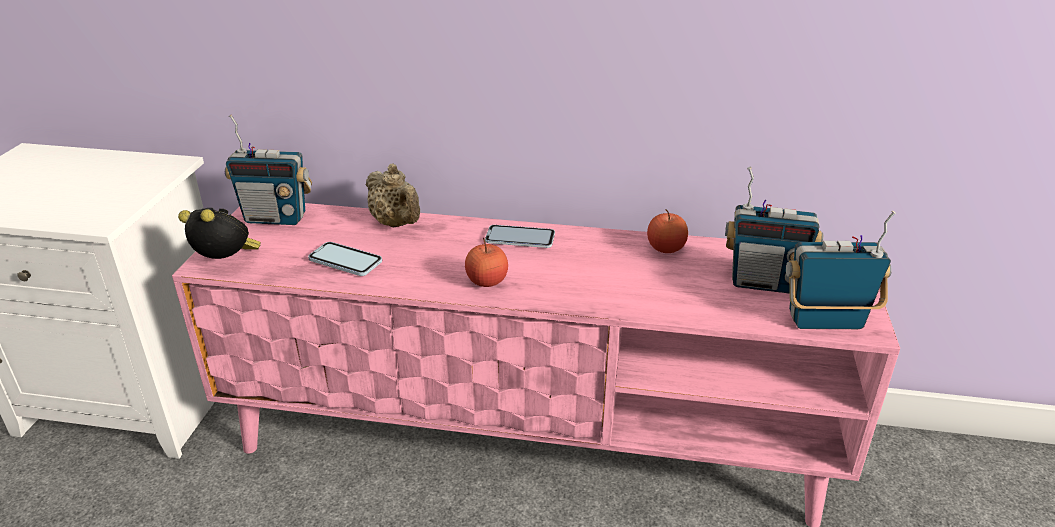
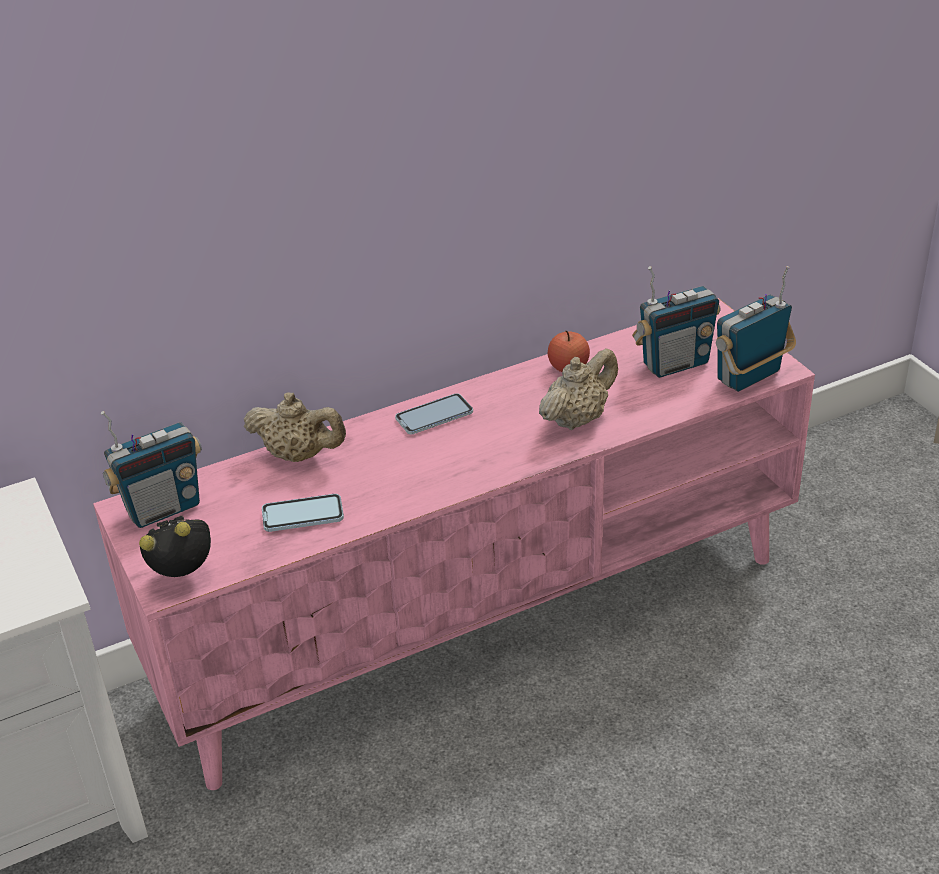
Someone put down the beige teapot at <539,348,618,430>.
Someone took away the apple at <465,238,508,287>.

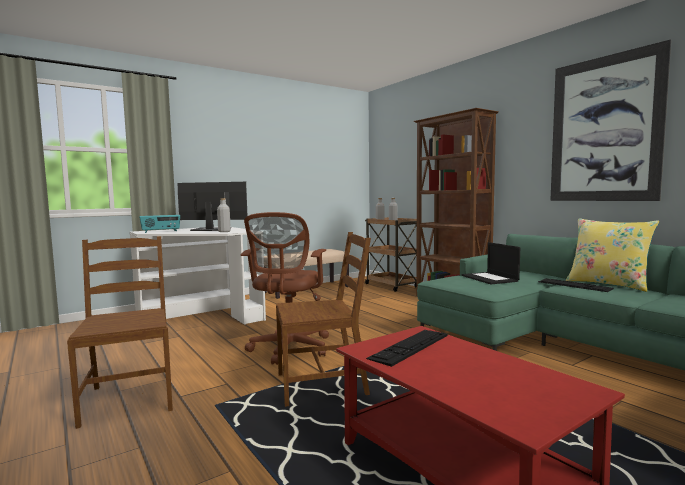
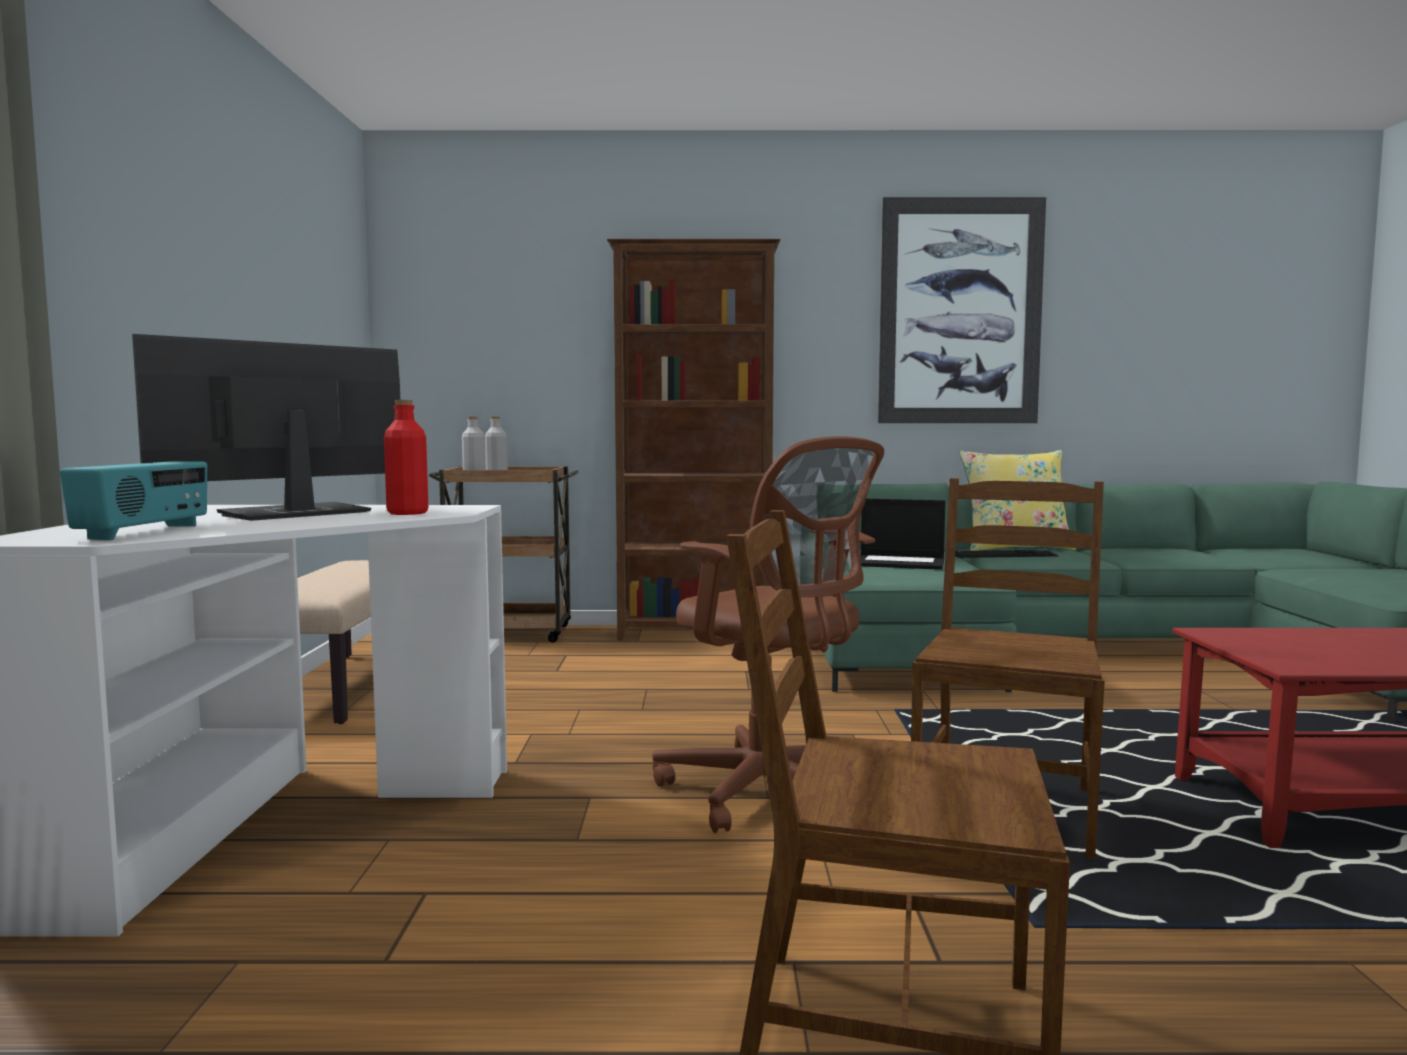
Someone repainted the grey bottle at <217,198,231,232>, which became the red bottle at <384,400,428,515>.
Someone took away the keyboard at <366,330,448,367>.

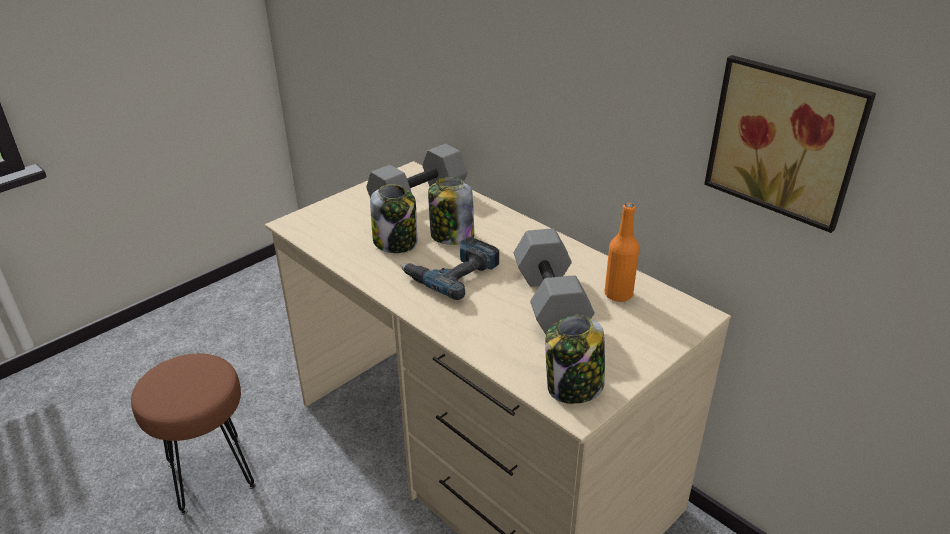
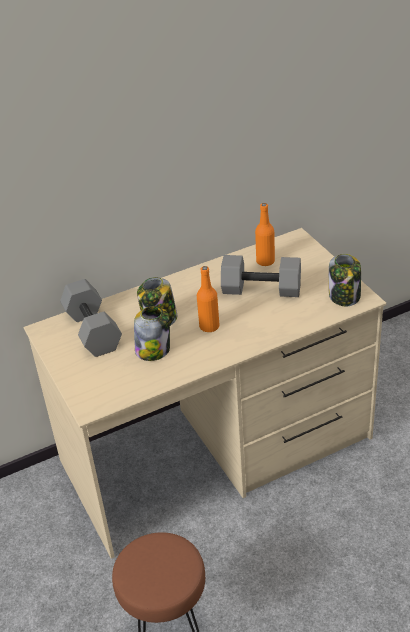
Someone swapped the power drill at <401,237,499,300> for the orange bottle at <197,266,219,332>.
Someone took away the picture at <704,55,876,233>.

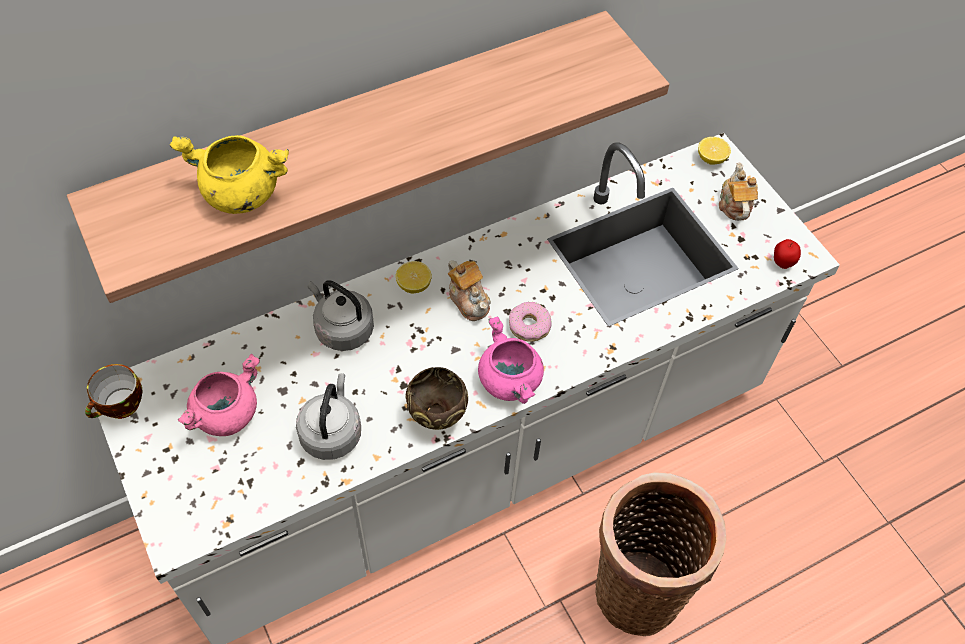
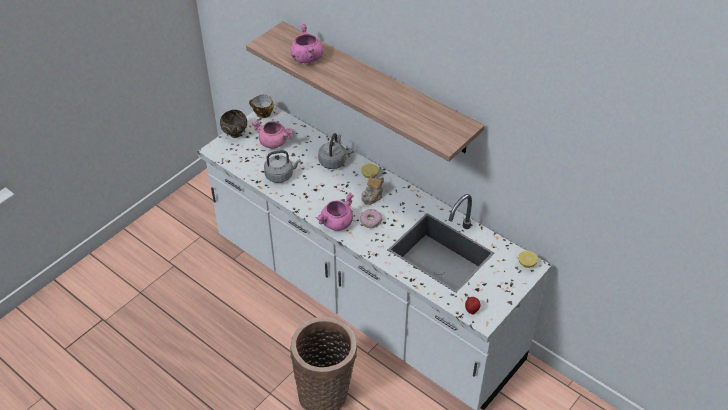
Someone carried the brown bowl from <405,367,468,430> to <220,110,247,138>.
Someone repainted the yellow cooking pot at <170,135,289,214>, which became the pink cooking pot at <290,24,323,63>.
Someone took away the teapot at <719,162,758,221>.

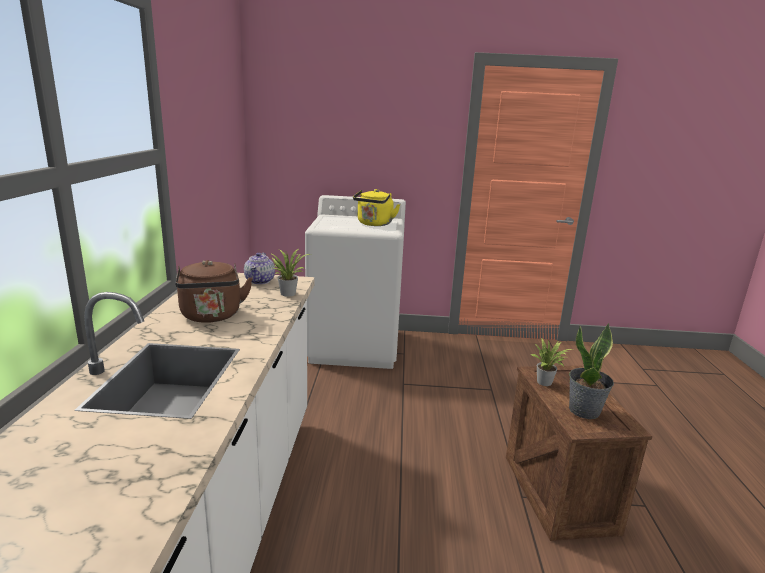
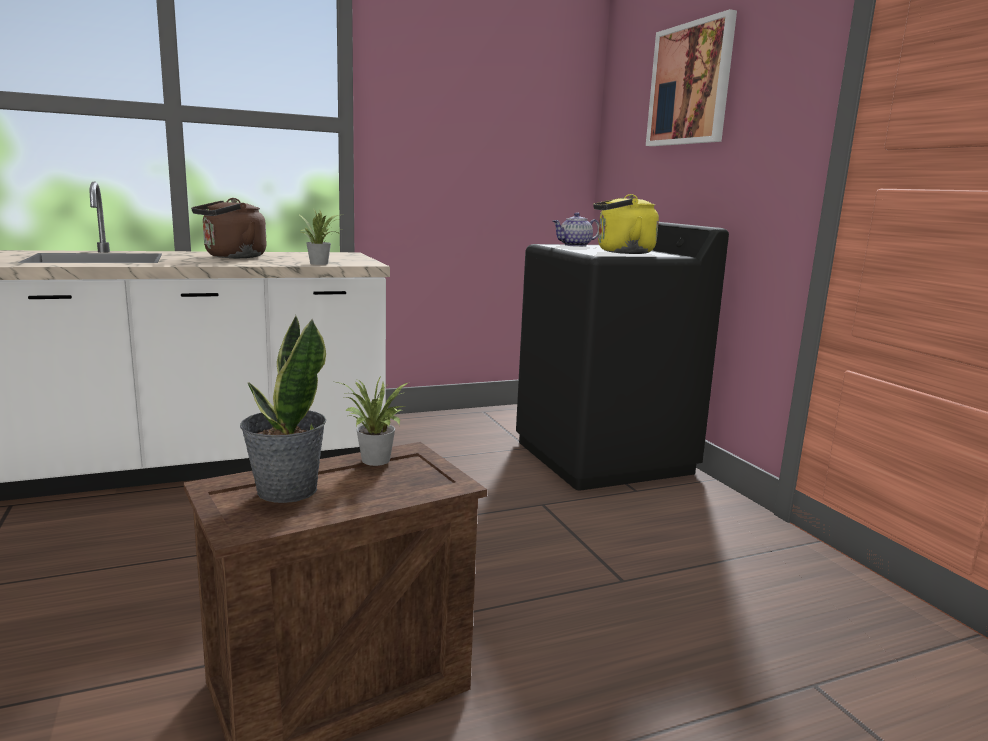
Someone repainted the white washing machine at <305,195,406,369>, which became the black washing machine at <516,222,729,490>.
Someone carried the teapot from <244,252,275,284> to <553,213,599,247>.
Someone put up the picture at <646,9,737,146>.

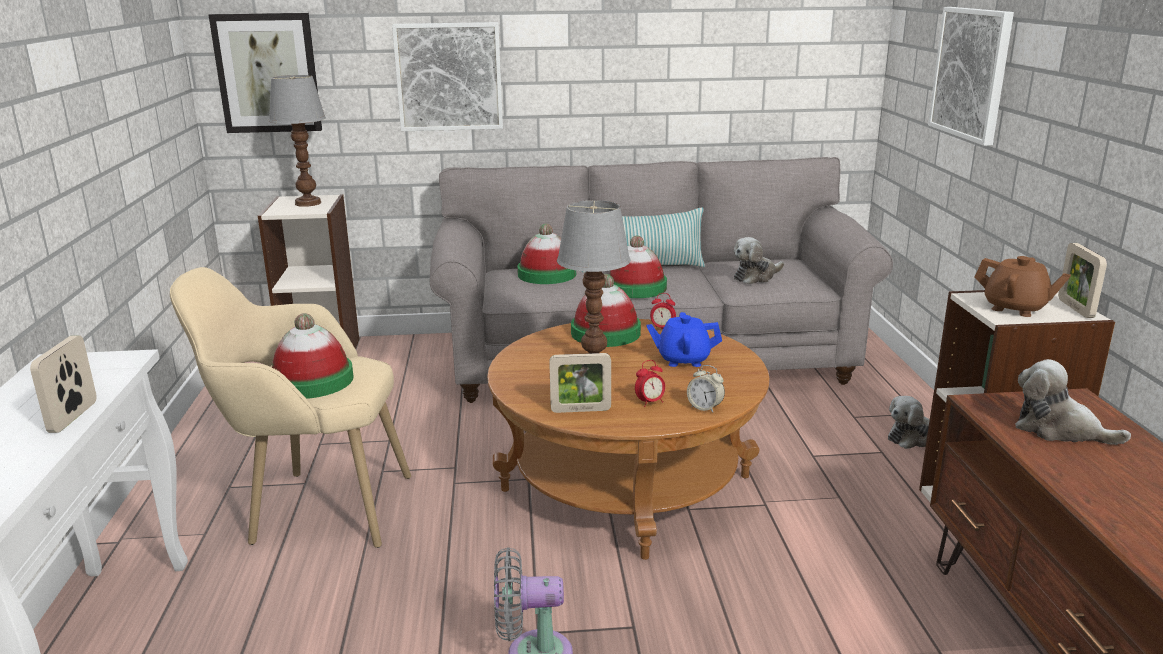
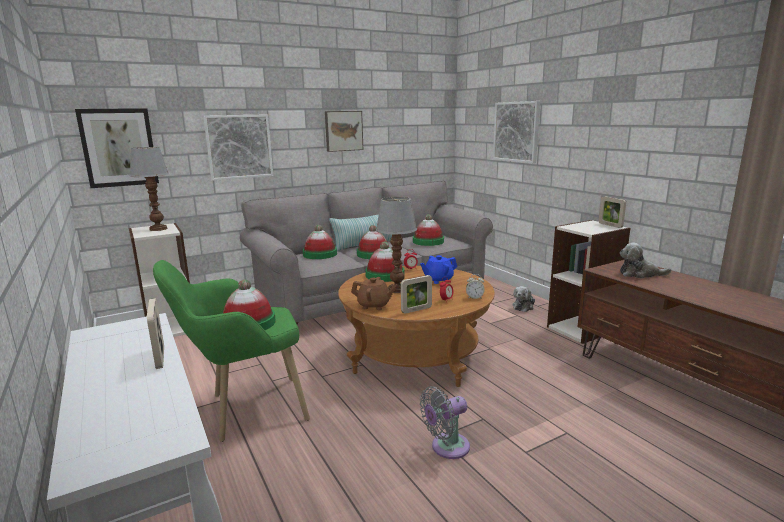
Someone repainted the beige armchair at <170,267,411,548>, which became the green armchair at <153,260,310,442>.
Someone put up the picture at <325,111,363,152>.
Someone carried the brown teapot from <975,256,1071,317> to <351,277,397,310>.
Someone swapped the plush toy at <734,237,784,284> for the hat at <413,214,444,246>.

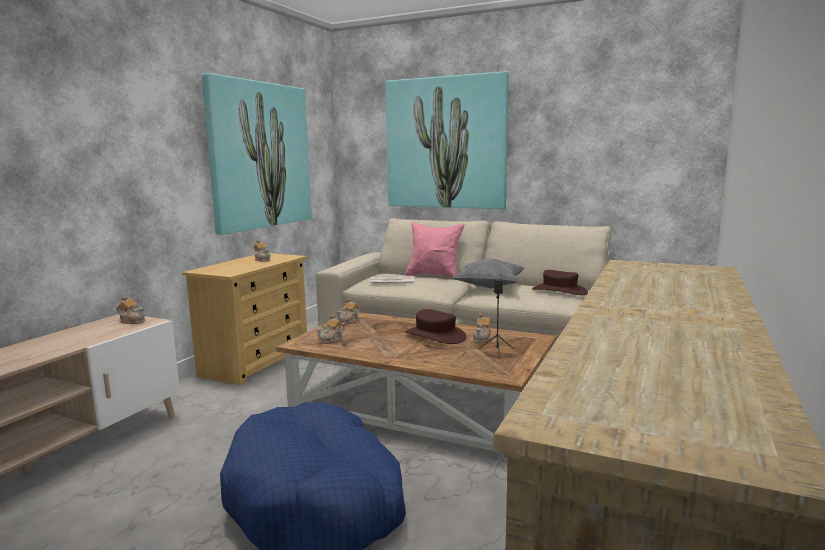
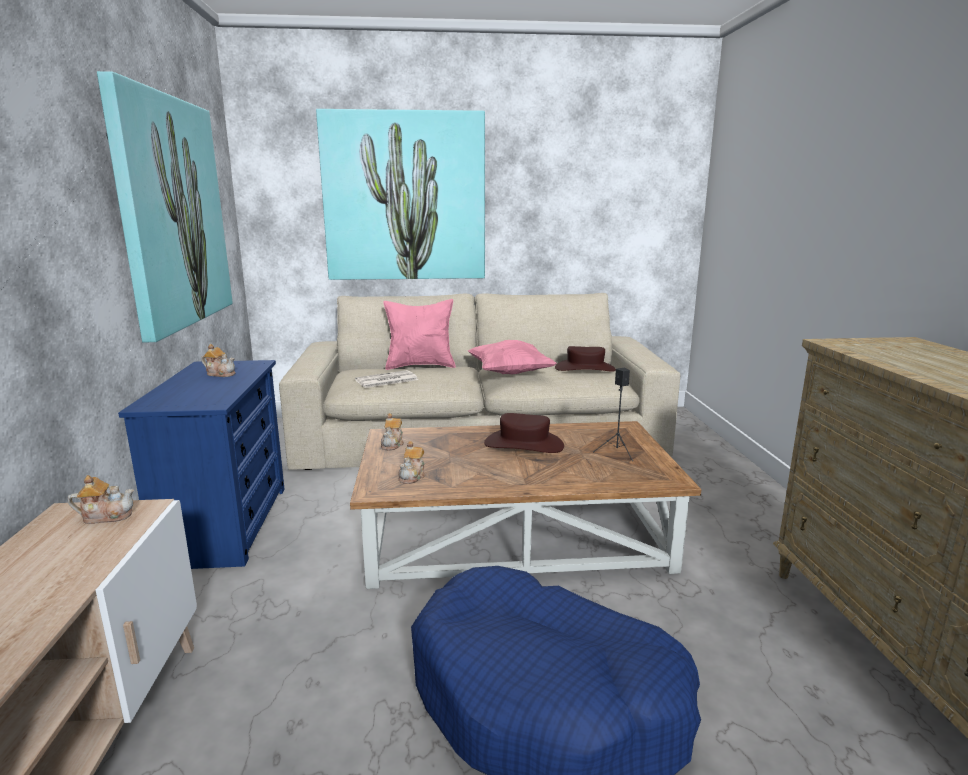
Someone repainted the beige dresser at <182,253,307,385>, which became the blue dresser at <118,360,284,569>.
Someone repainted the grey pillow at <453,259,524,288>, which became the pink pillow at <468,340,557,374>.
Someone took away the teapot at <473,313,492,343>.

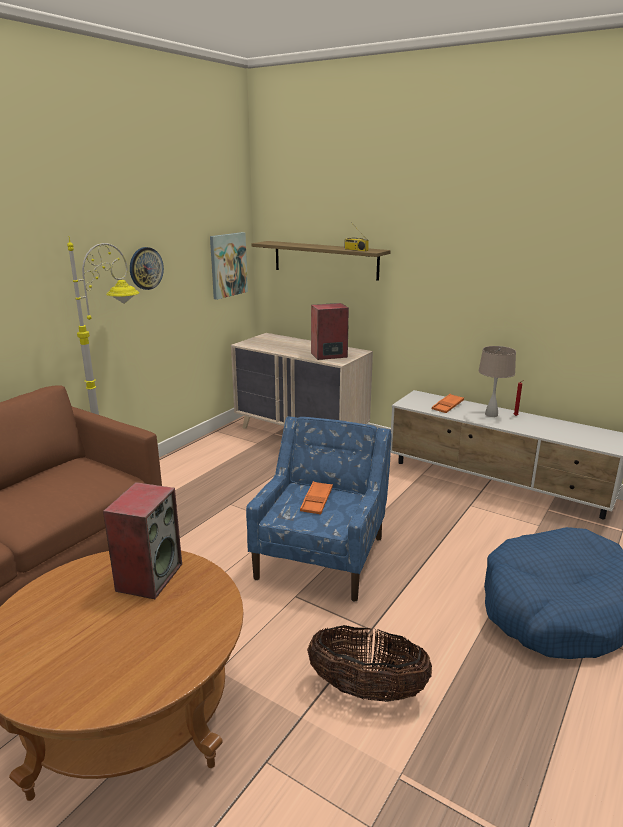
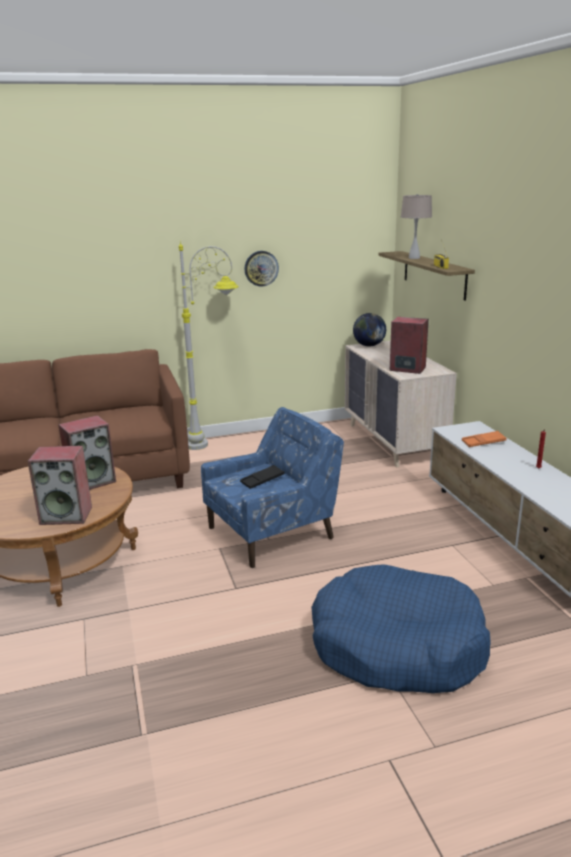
Someone put down the speaker at <28,446,92,525>.
Someone repainted the orange tray at <300,481,333,515>, which became the black tray at <240,465,284,489>.
Someone put down the globe at <353,313,386,346>.
Someone carried the beige table lamp from <478,346,516,417> to <401,194,432,259>.
Someone took away the picture at <210,232,248,300>.
Someone took away the basket at <307,625,432,702>.

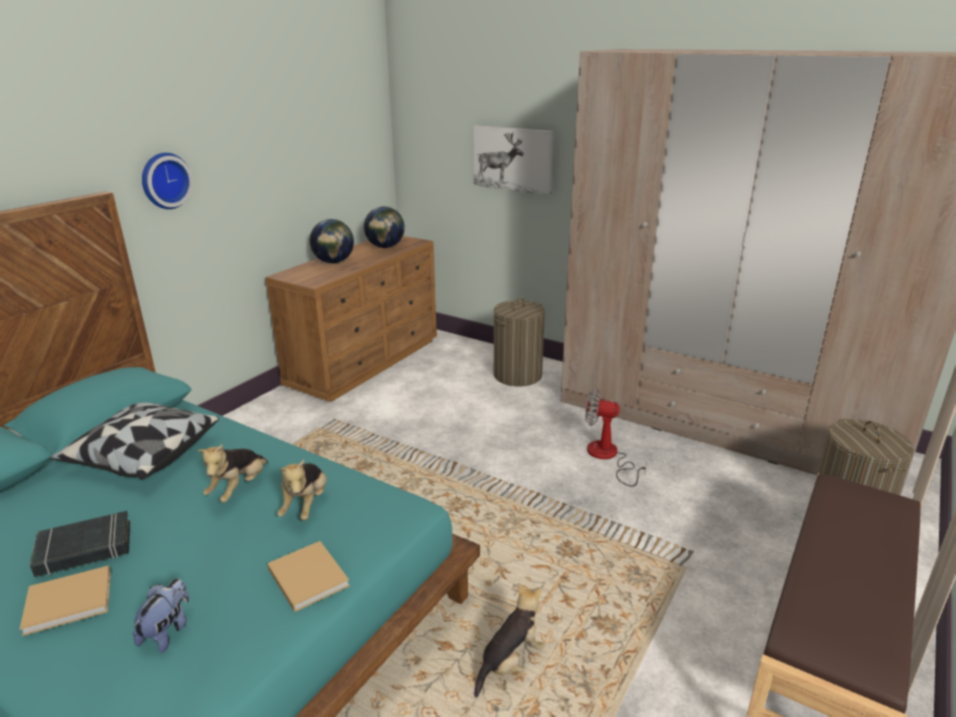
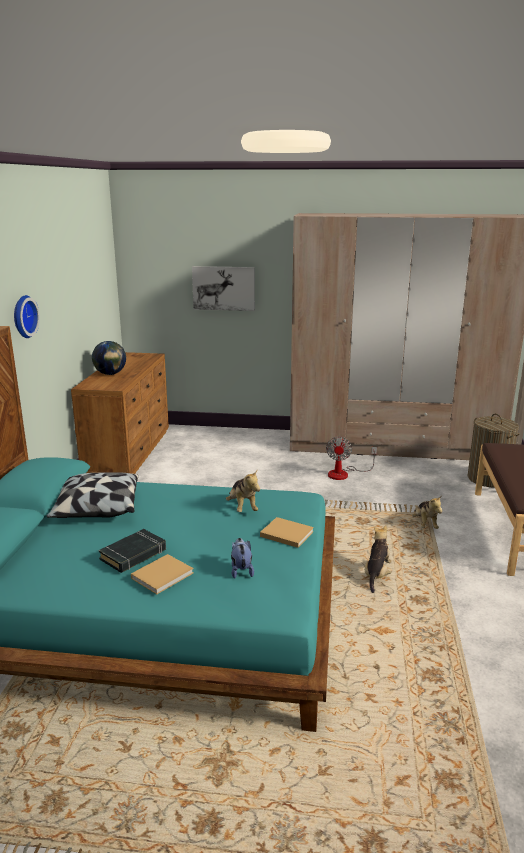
Someone rotated the fan at <585,388,647,487> by 75 degrees counterclockwise.
Someone carried the plush toy from <197,444,268,503> to <412,495,442,529>.
Someone took away the globe at <364,206,405,248>.
Someone took away the laundry basket at <494,298,545,387>.

